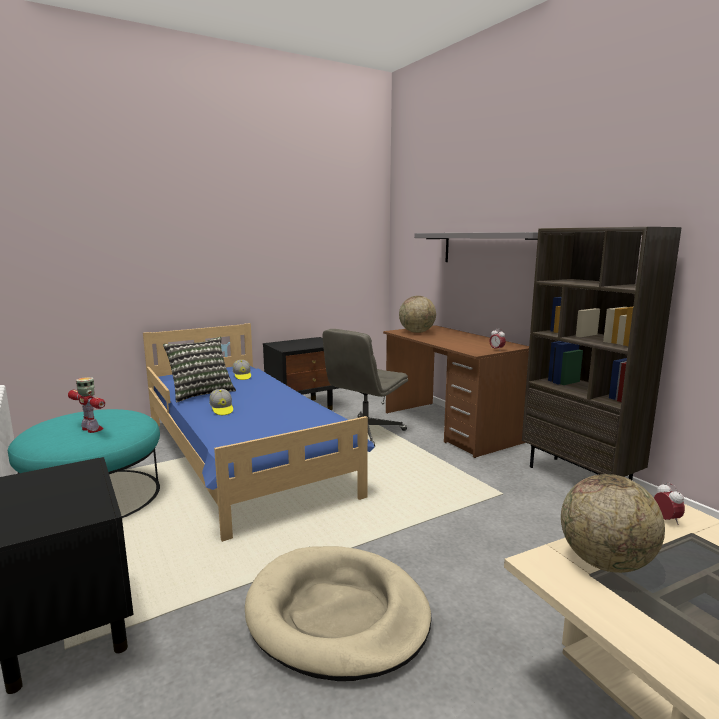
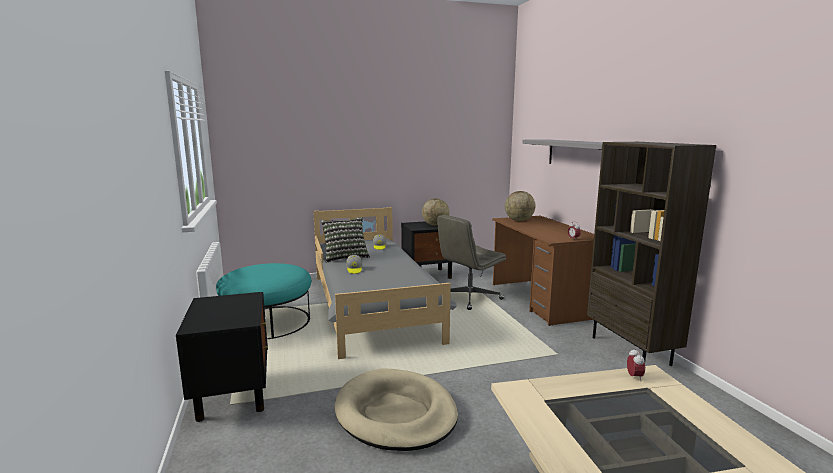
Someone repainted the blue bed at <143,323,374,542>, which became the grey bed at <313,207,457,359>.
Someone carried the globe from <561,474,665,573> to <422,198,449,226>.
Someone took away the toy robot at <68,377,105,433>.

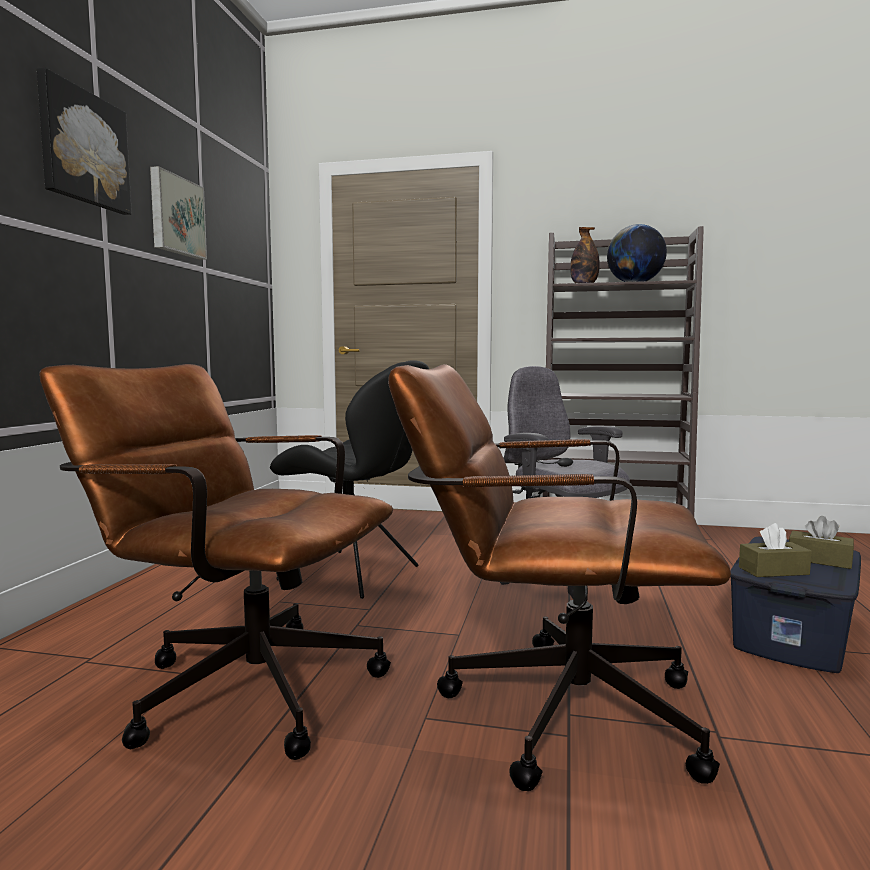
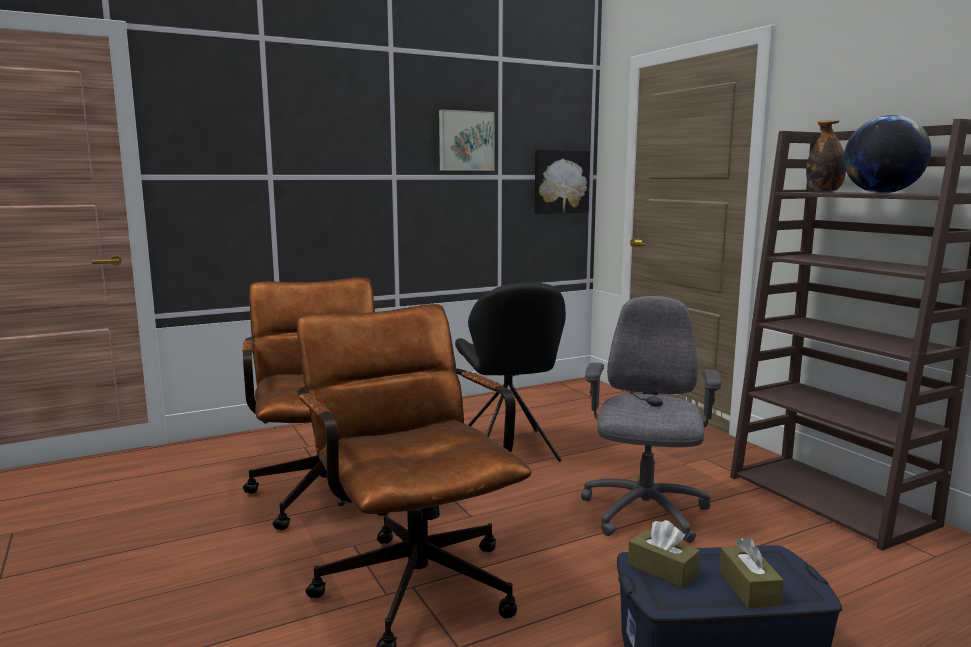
Someone carried the picture from <37,68,132,215> to <534,149,590,214>.

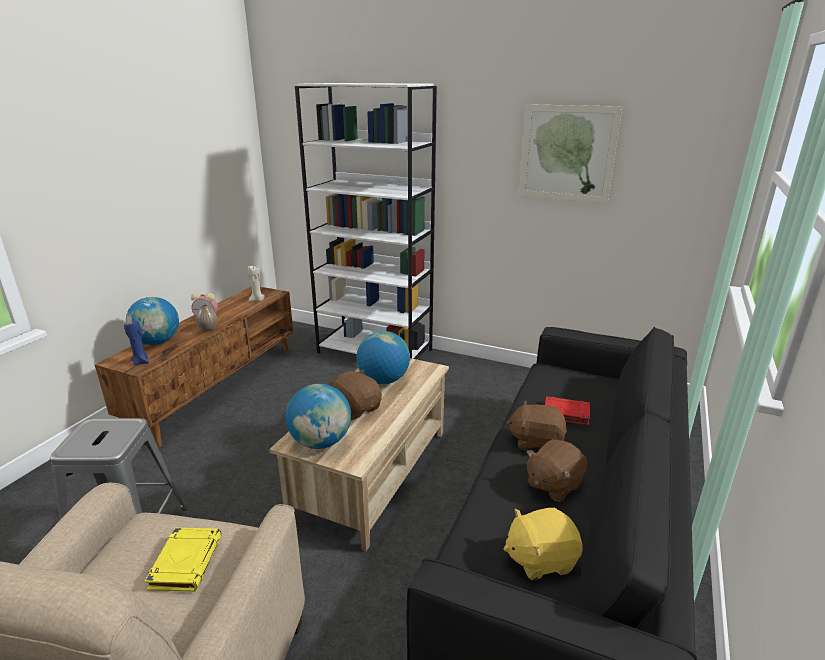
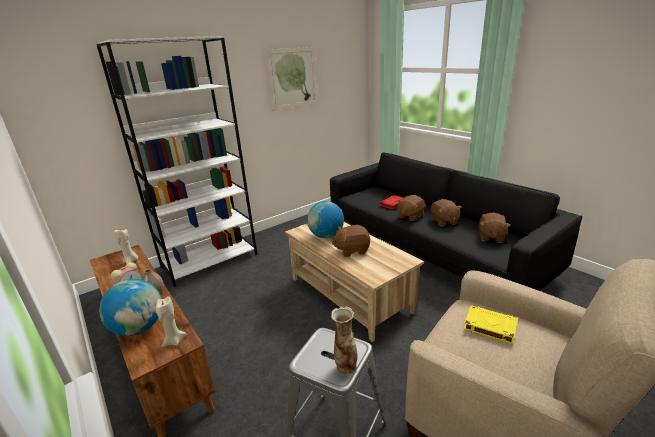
Someone repainted the blue candle at <124,320,149,366>, which became the beige candle at <156,296,187,347>.
Someone put down the vase at <331,307,358,374>.
Someone repainted the yellow plush toy at <504,508,583,580>, which became the brown plush toy at <479,213,510,243>.
Someone took away the globe at <286,384,351,449>.

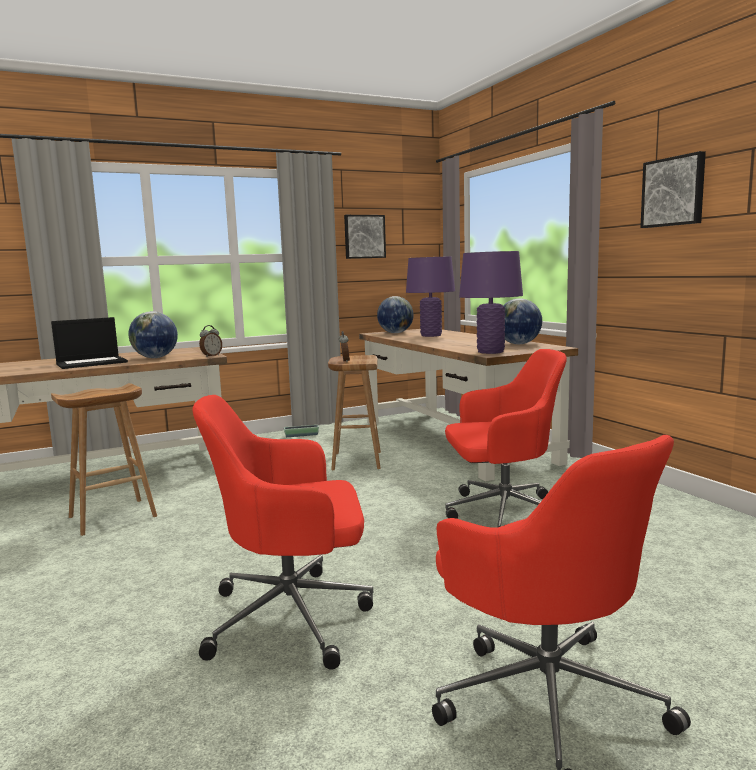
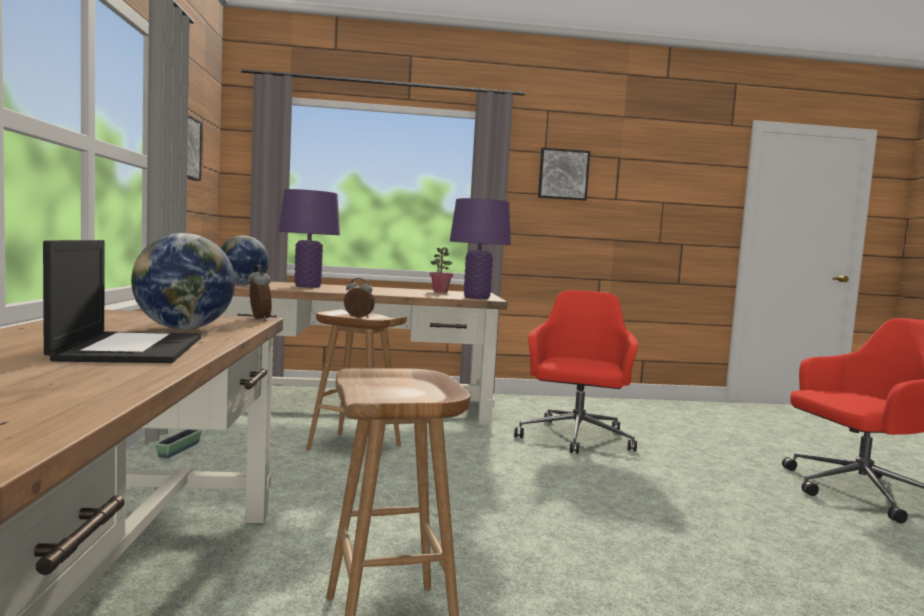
Someone swapped the globe at <503,298,542,344> for the potted plant at <430,247,453,292>.
Someone took away the red office chair at <192,395,373,670>.

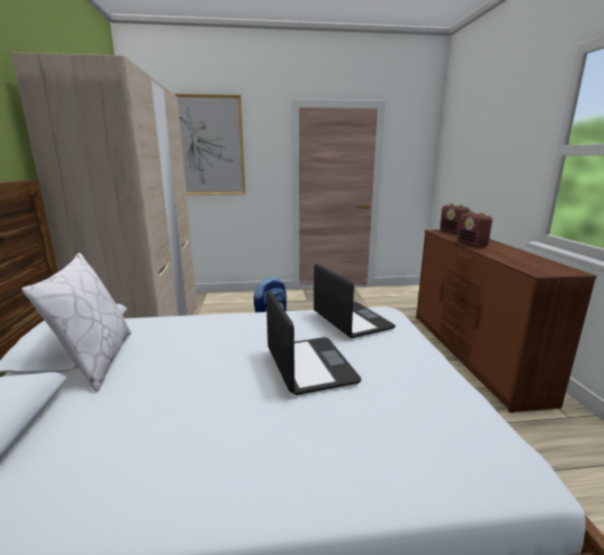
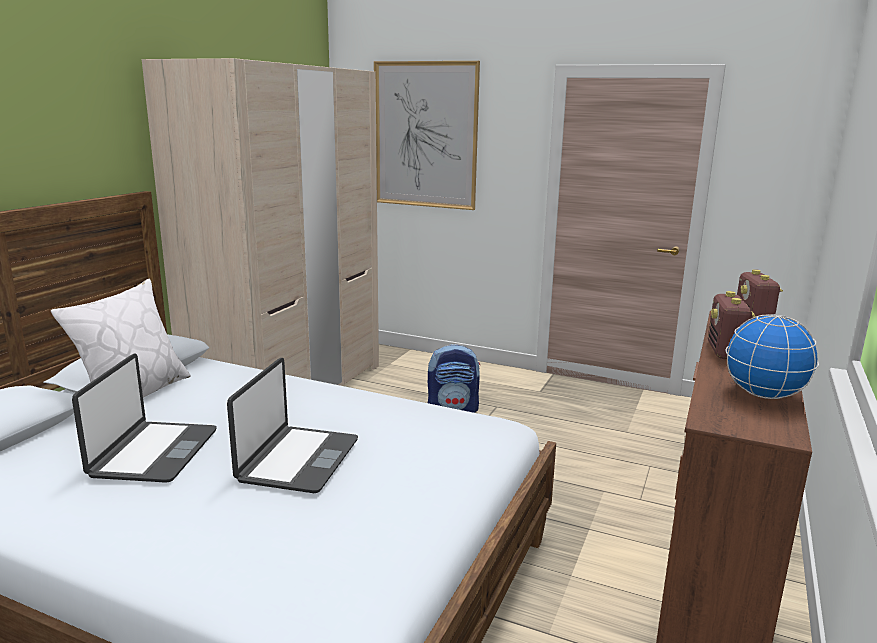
Someone carried the laptop from <314,263,395,338> to <72,354,217,483>.
Someone put down the globe at <726,314,819,399>.

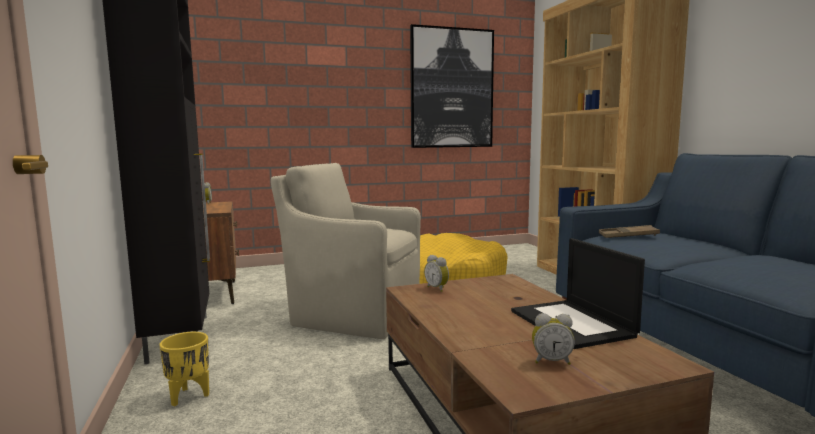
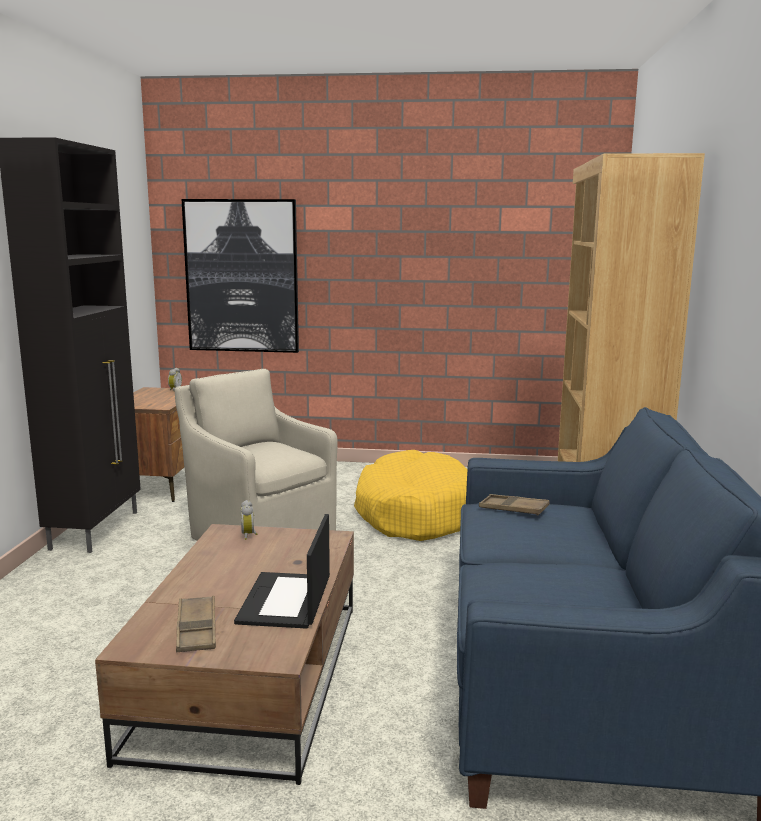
Someone swapped the alarm clock at <532,313,575,365> for the brown tray at <176,596,216,652>.
Someone carried the picture from <410,24,494,148> to <181,199,299,353>.
Someone took away the yellow planter at <159,332,209,406>.

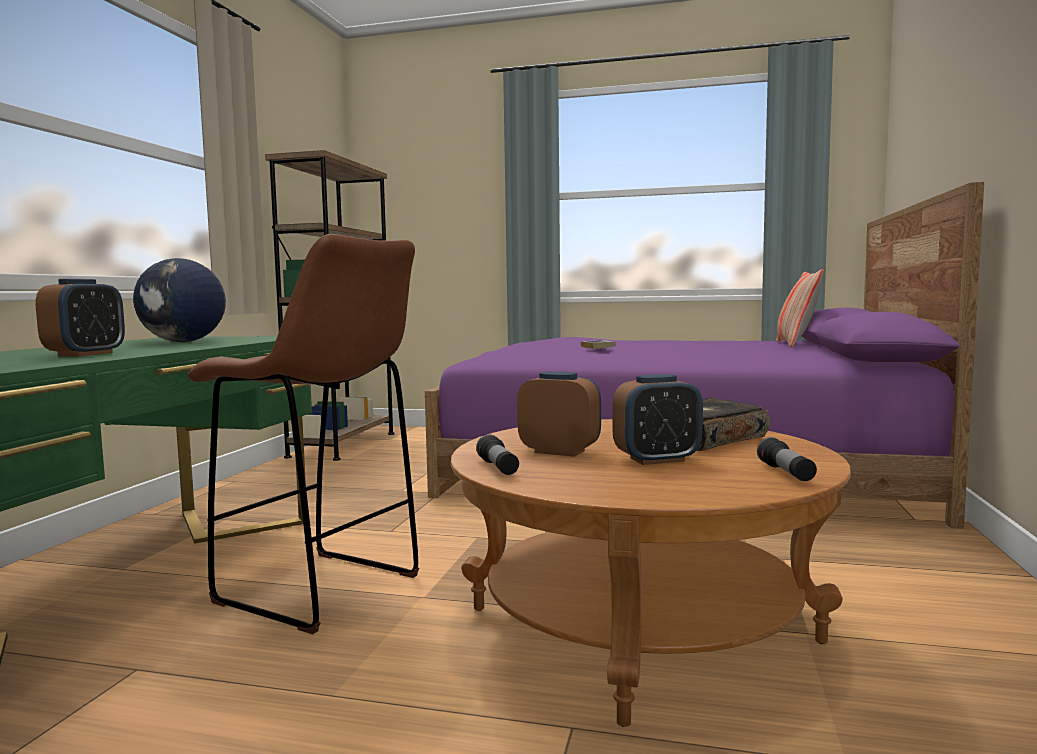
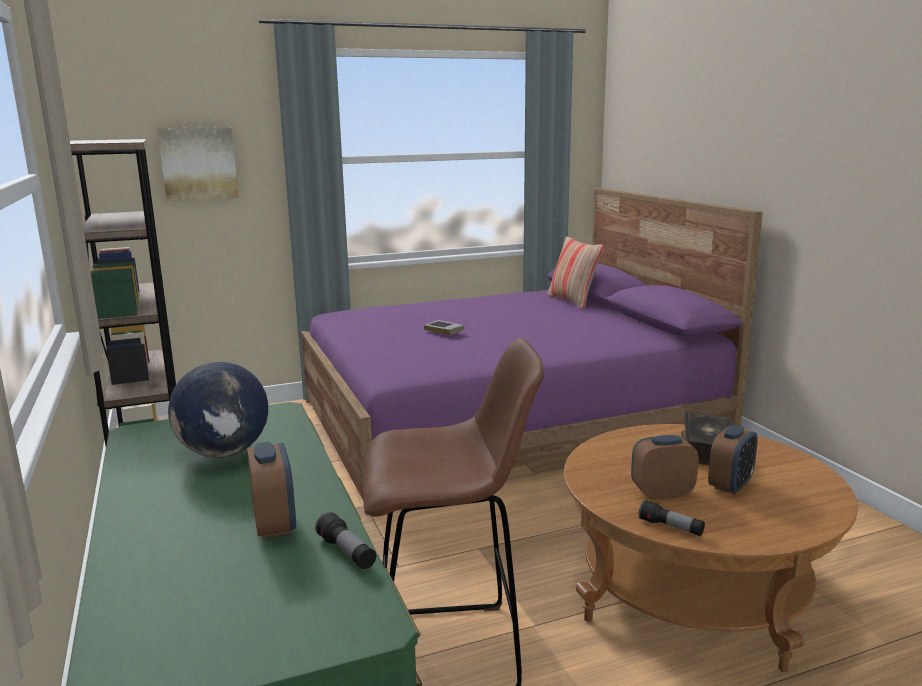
Someone put up the picture at <157,127,239,201>.
Someone carried the flashlight from <757,437,817,481> to <315,512,376,569>.

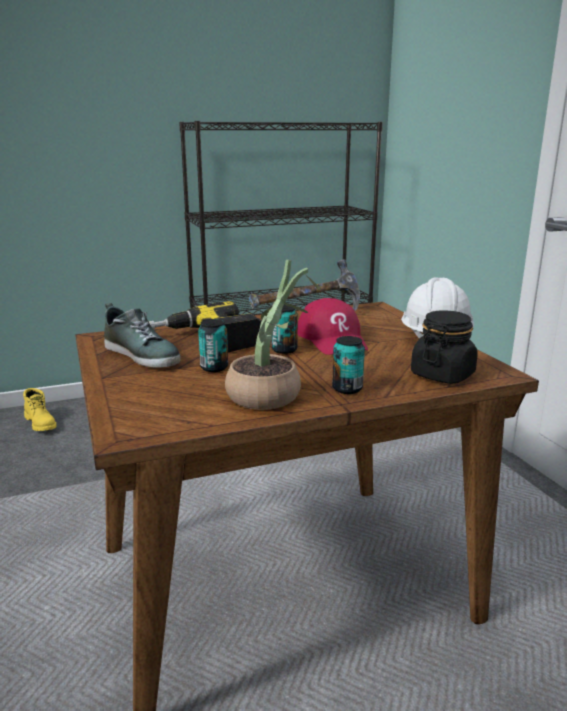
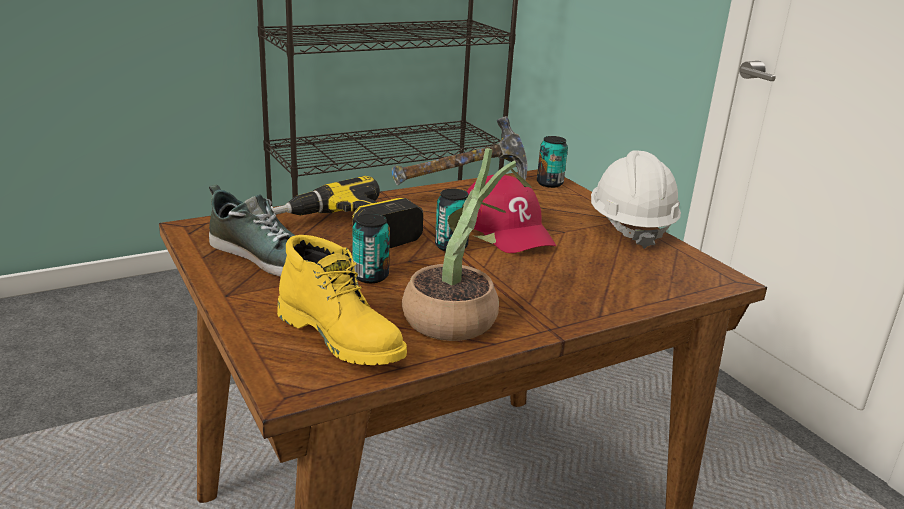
Someone carried the yellow boot from <23,388,56,431> to <277,235,407,365>.
Someone carried the can from <332,336,365,394> to <537,136,568,188>.
Someone took away the black jar at <411,310,478,384>.

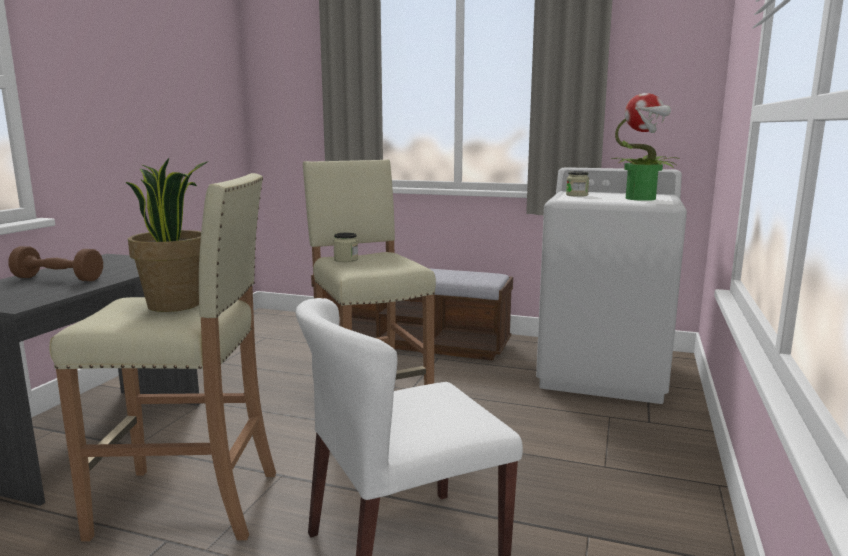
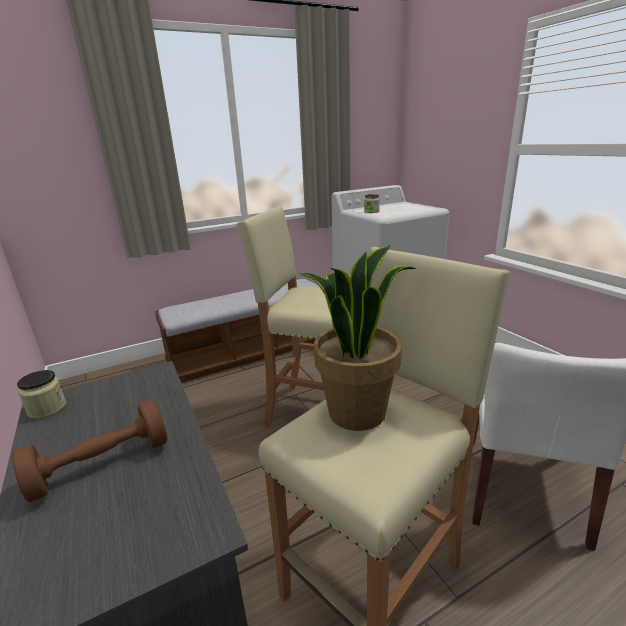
Someone carried the jar from <333,233,358,262> to <17,370,66,419>.
Someone took away the potted plant at <611,93,680,201>.

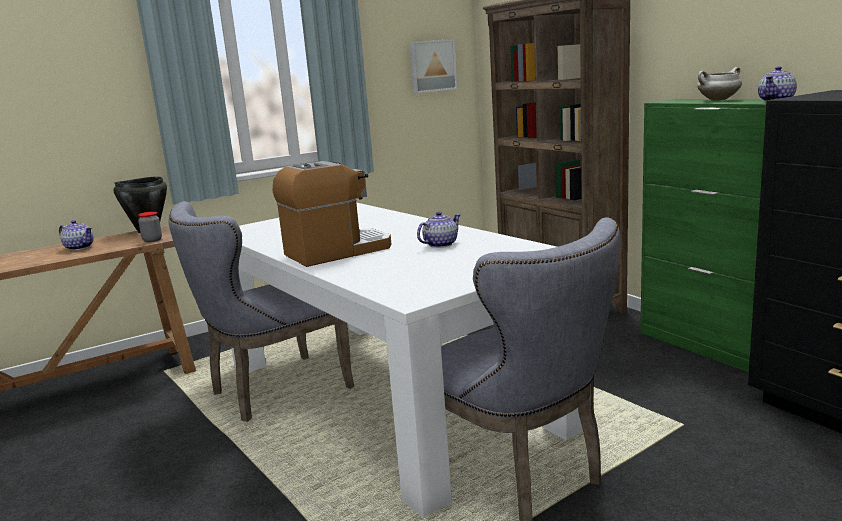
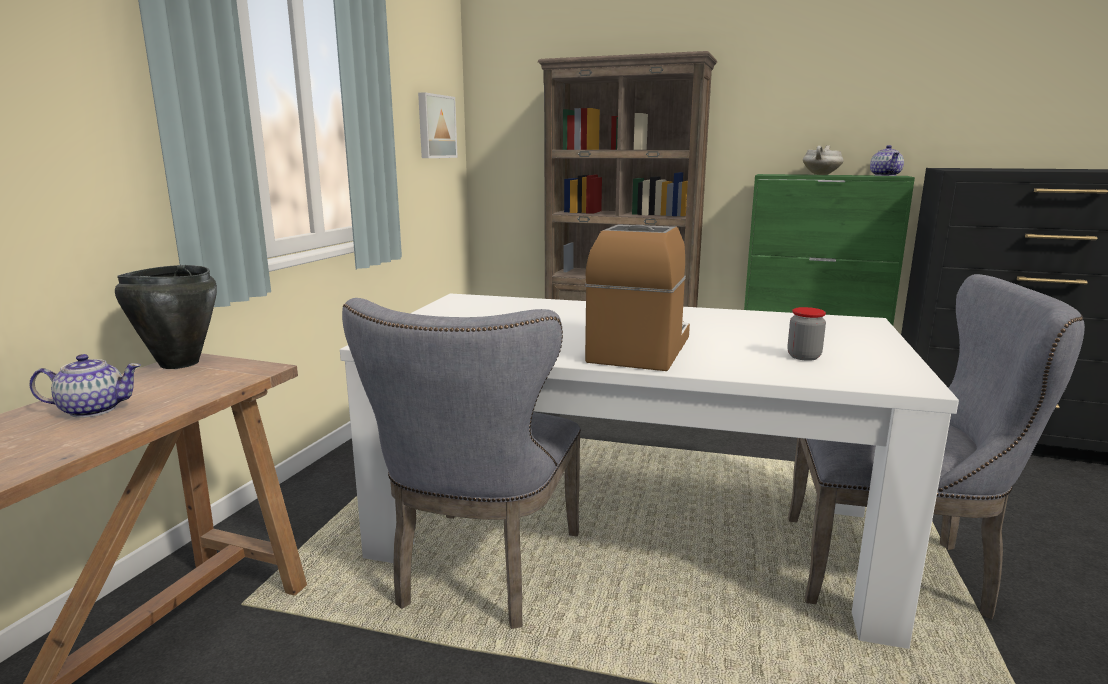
Someone carried the jar from <138,211,162,242> to <787,307,826,361>.
Someone took away the teapot at <417,211,461,248>.

